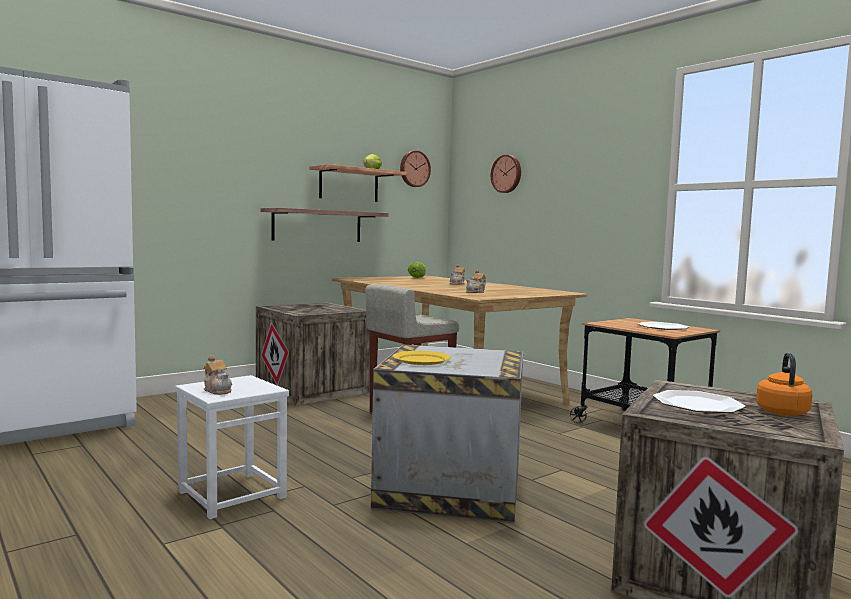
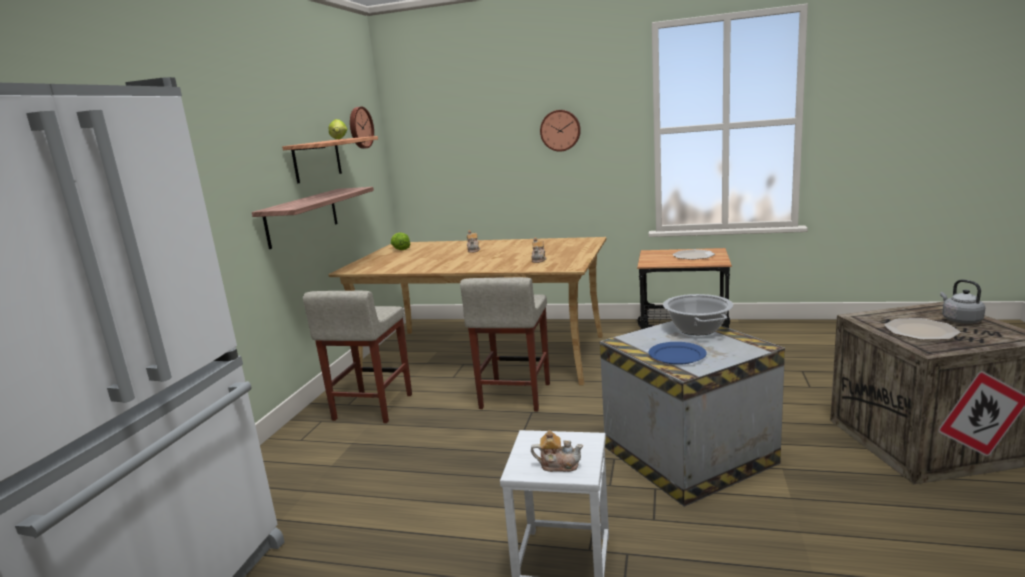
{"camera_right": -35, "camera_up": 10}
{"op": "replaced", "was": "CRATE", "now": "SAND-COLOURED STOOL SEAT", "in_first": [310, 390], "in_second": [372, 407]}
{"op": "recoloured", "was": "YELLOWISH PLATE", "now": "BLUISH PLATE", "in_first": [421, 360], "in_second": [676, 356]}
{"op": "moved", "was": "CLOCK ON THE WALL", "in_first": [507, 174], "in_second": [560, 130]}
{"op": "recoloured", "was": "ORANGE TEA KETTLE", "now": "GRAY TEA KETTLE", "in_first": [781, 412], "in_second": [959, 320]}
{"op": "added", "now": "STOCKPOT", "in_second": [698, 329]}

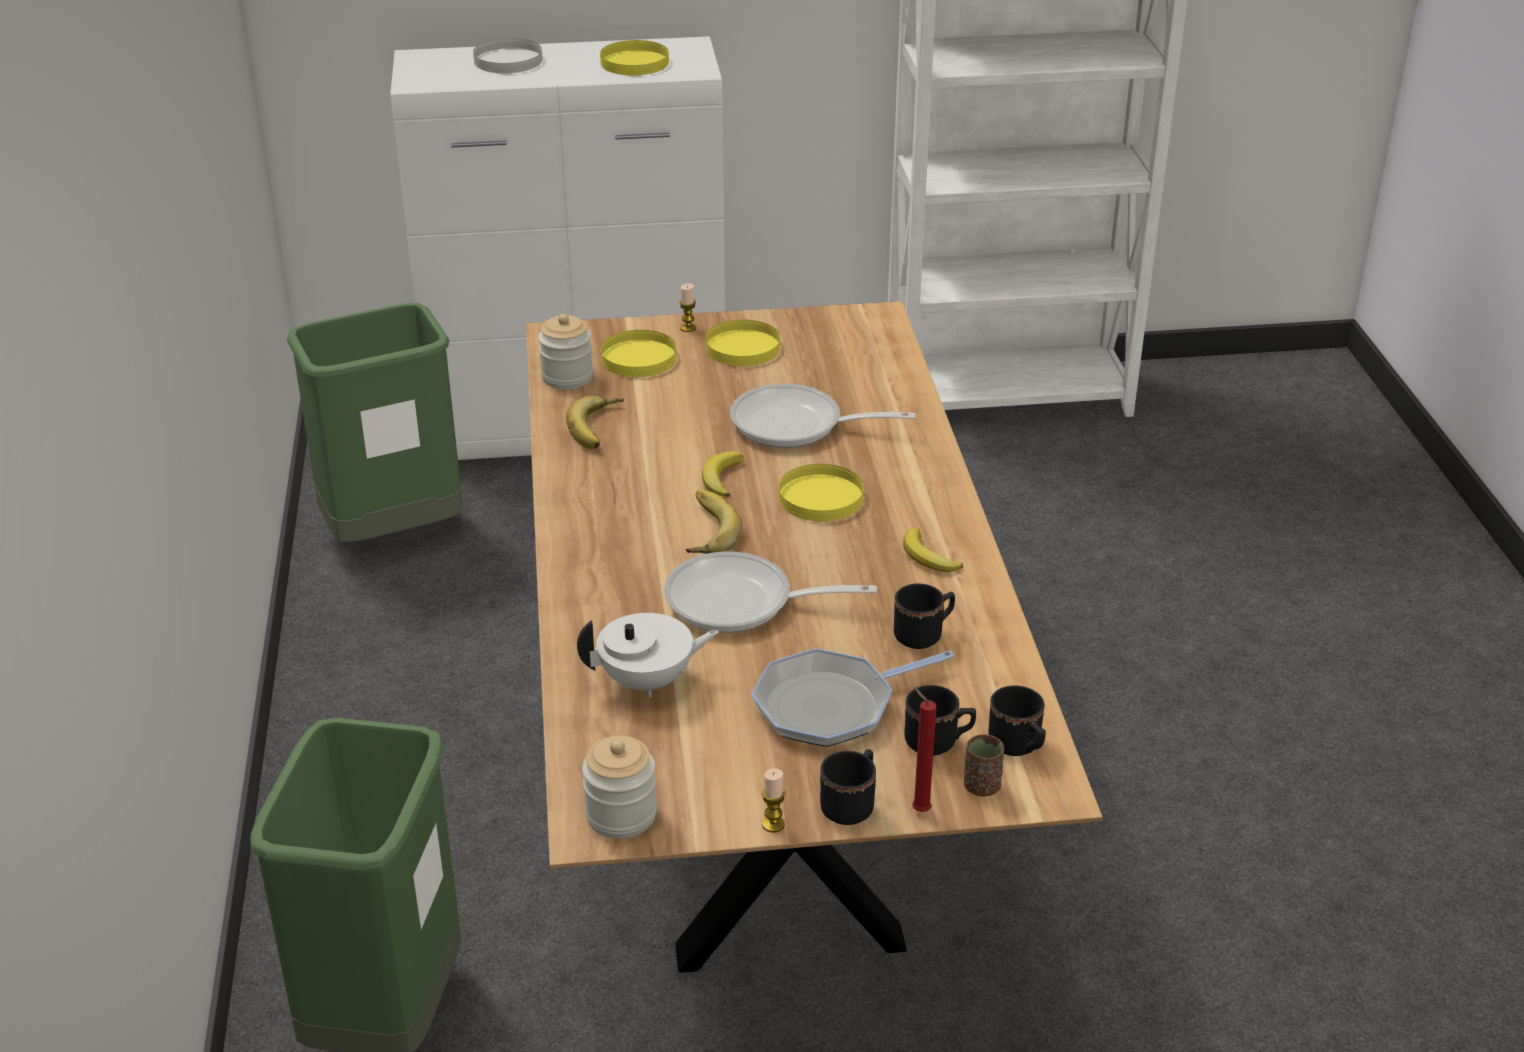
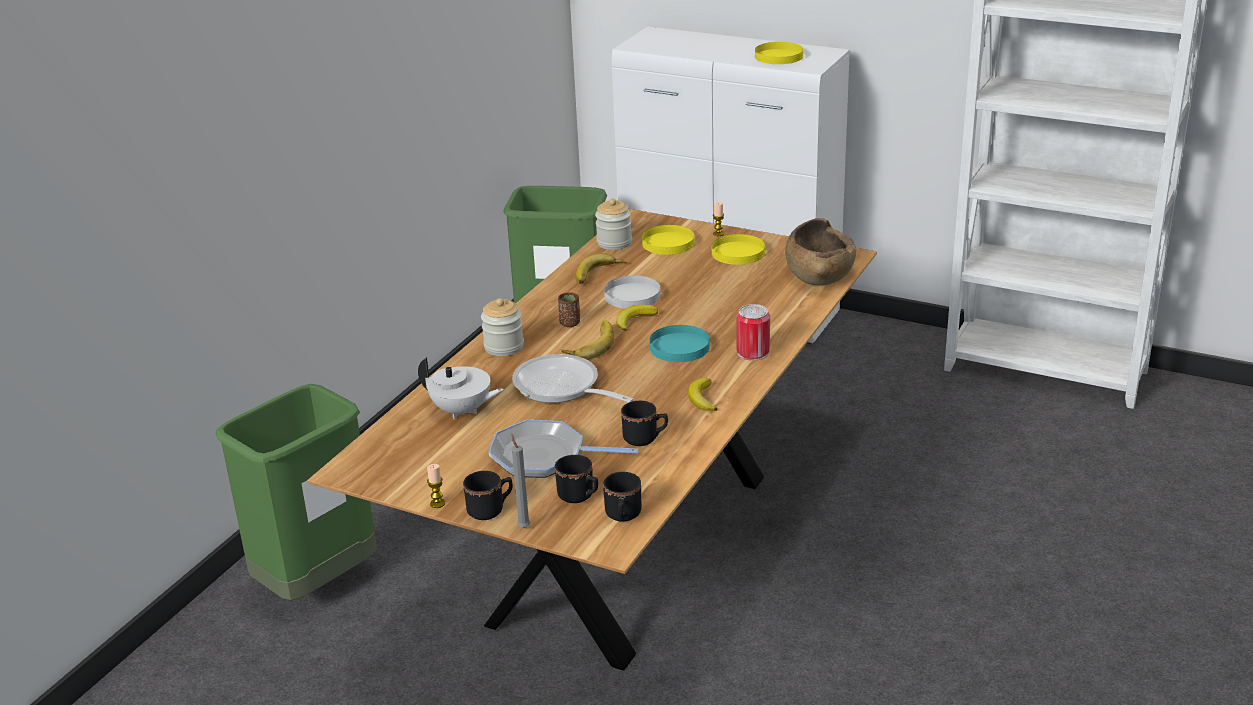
{"camera_right": 35, "camera_up": -5}
{"op": "moved", "was": "WHITISH PLATE", "in_first": [508, 60], "in_second": [632, 296]}
{"op": "moved", "was": "STORAGE JAR", "in_first": [621, 815], "in_second": [504, 347]}
{"op": "removed", "was": "PAN", "in_first": [796, 425]}
{"op": "recoloured", "was": "YELLOWISH PLATE", "now": "BLUE-GREEN PLATE", "in_first": [821, 497], "in_second": [680, 347]}
{"op": "recoloured", "was": "REDDISH CANDLE", "now": "GRAY CANDLE", "in_first": [918, 810], "in_second": [523, 526]}
{"op": "moved", "was": "BROWN DRINKING CUP", "in_first": [981, 787], "in_second": [570, 323]}
{"op": "added", "now": "SEALED CAN", "in_second": [753, 352]}
{"op": "added", "now": "BROWN DEEP DISH", "in_second": [819, 273]}

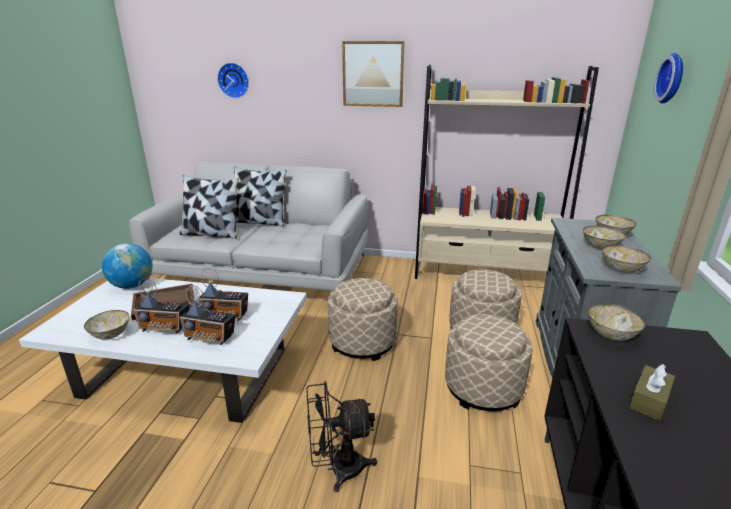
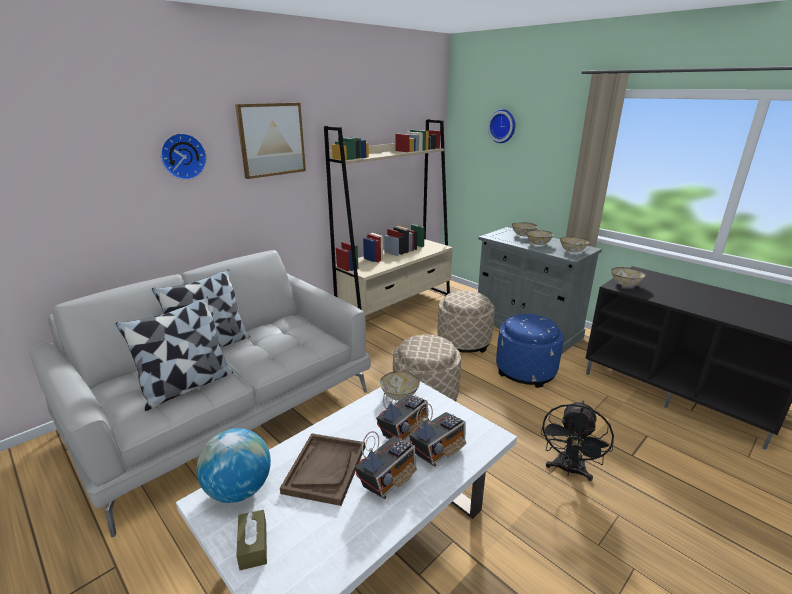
{"camera_right": -55, "camera_up": 0}
{"op": "moved", "was": "DEEP DISH", "in_first": [110, 335], "in_second": [400, 395]}
{"op": "moved", "was": "CLOCK ON THE WALL", "in_first": [234, 80], "in_second": [182, 156]}
{"op": "recoloured", "was": "SAND-COLOURED FOOTREST", "now": "BLUISH FOOTREST", "in_first": [483, 388], "in_second": [525, 371]}
{"op": "moved", "was": "BROWN TISSUE BOX", "in_first": [649, 400], "in_second": [253, 545]}

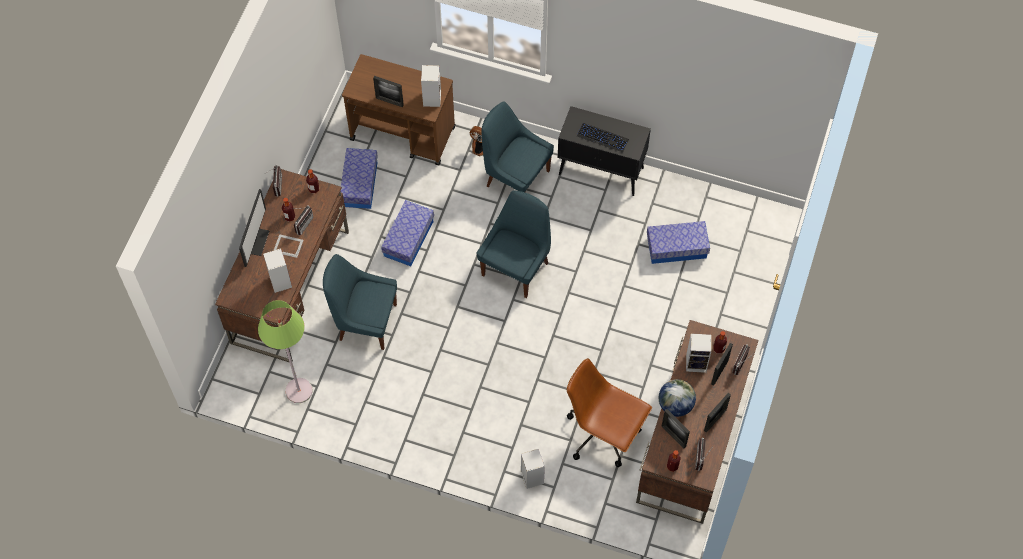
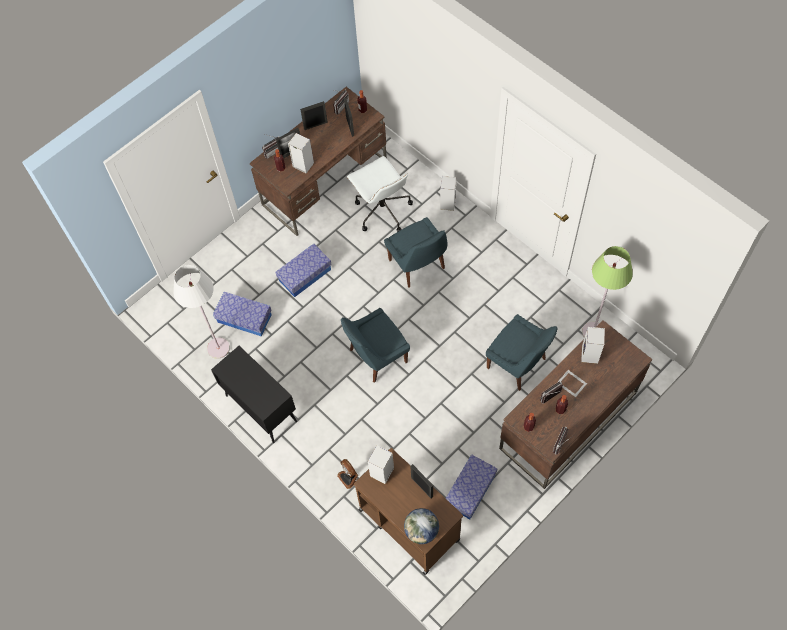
{"camera_right": -150, "camera_up": 0}
{"op": "removed", "was": "COMPUTER DISPLAY", "in_first": [256, 241]}
{"op": "moved", "was": "STORAGE BIN", "in_first": [408, 238], "in_second": [305, 275]}
{"op": "moved", "was": "BLUISH UPRIGHT CHAIR", "in_first": [515, 177], "in_second": [418, 265]}
{"op": "recoloured", "was": "BROWN OFFICE CHAIR", "now": "WHITISH OFFICE CHAIR", "in_first": [603, 434], "in_second": [382, 210]}
{"op": "removed", "was": "PC KEYBOARD", "in_first": [602, 138]}
{"op": "moved", "was": "WORLD GLOBE", "in_first": [675, 405], "in_second": [421, 531]}
{"op": "added", "now": "WHITISH FLOOR LAMP", "in_second": [218, 348]}

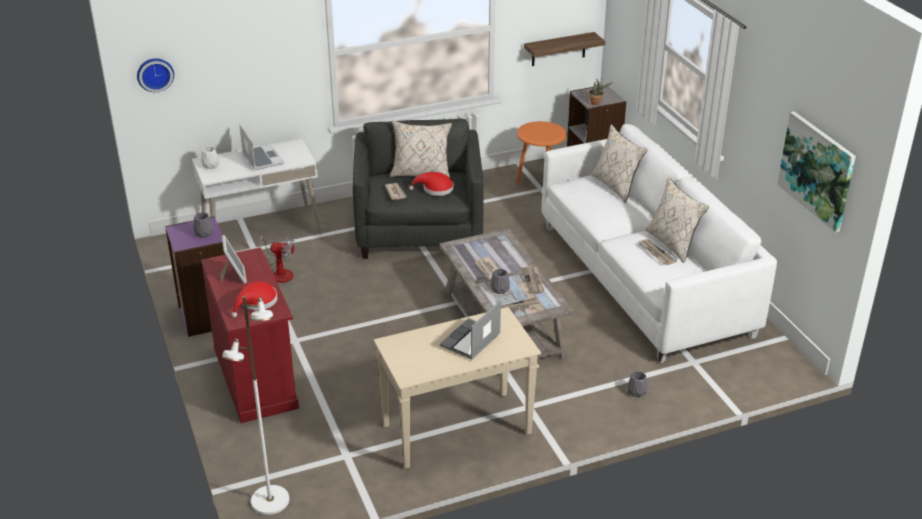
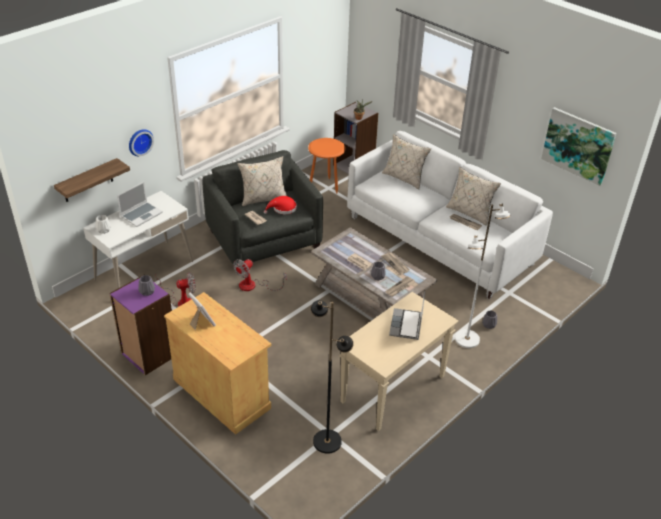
{"camera_right": -25, "camera_up": 5}
{"op": "moved", "was": "CLOCK ON THE WALL", "in_first": [155, 74], "in_second": [139, 141]}
{"op": "recoloured", "was": "REDDISH CUPBOARD", "now": "SAND-COLOURED CUPBOARD", "in_first": [256, 377], "in_second": [222, 393]}
{"op": "moved", "was": "WHITISH FLOOR LAMP", "in_first": [270, 501], "in_second": [467, 339]}
{"op": "removed", "was": "REDDISH HAT", "in_first": [256, 302]}
{"op": "turned", "was": "NOTEBOOK COMPUTER", "in_first": [262, 158], "in_second": [141, 214], "clockwise": 90}
{"op": "moved", "was": "SHELF", "in_first": [558, 49], "in_second": [88, 181]}
{"op": "added", "now": "FAN", "in_second": [253, 286]}
{"op": "added", "now": "BLACK FLOOR LAMP", "in_second": [327, 441]}

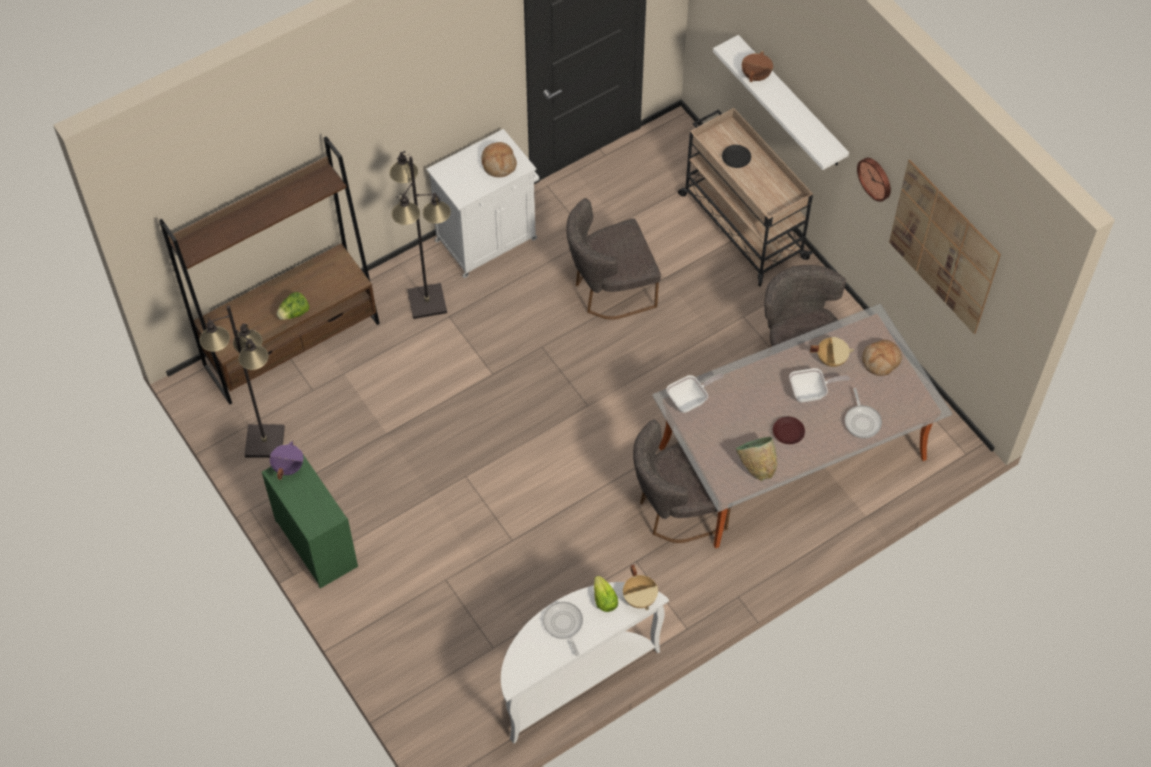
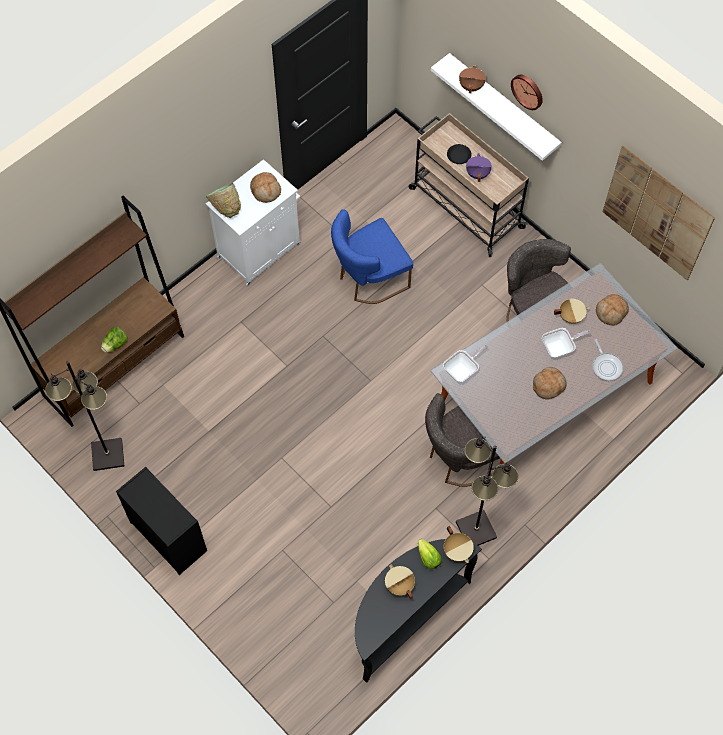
{"camera_right": -10, "camera_up": 5}
{"op": "recoloured", "was": "GREEN CHEST OF DRAWERS", "now": "BLACK CHEST OF DRAWERS", "in_first": [315, 542], "in_second": [167, 535]}
{"op": "moved", "was": "PURPLE STOCKPOT", "in_first": [287, 467], "in_second": [477, 174]}
{"op": "moved", "was": "BLACK FLOOR LAMP", "in_first": [427, 301], "in_second": [476, 529]}
{"op": "recoloured", "was": "WHITISH HALL TABLE", "now": "BLACK HALL TABLE", "in_first": [574, 678], "in_second": [405, 617]}
{"op": "replaced", "was": "PAN", "now": "SAND-COLOURED STOCKPOT", "in_first": [563, 625], "in_second": [399, 585]}
{"op": "recoloured", "was": "GRAY UPRIGHT CHAIR", "now": "BLUISH UPRIGHT CHAIR", "in_first": [609, 290], "in_second": [368, 279]}
{"op": "moved", "was": "GREEN DEEP DISH", "in_first": [756, 466], "in_second": [226, 208]}
{"op": "replaced", "was": "BROWN PLATE", "now": "BAKED BREAD", "in_first": [788, 432], "in_second": [548, 385]}
{"op": "moved", "was": "CLOCK ON THE WALL", "in_first": [876, 178], "in_second": [528, 91]}

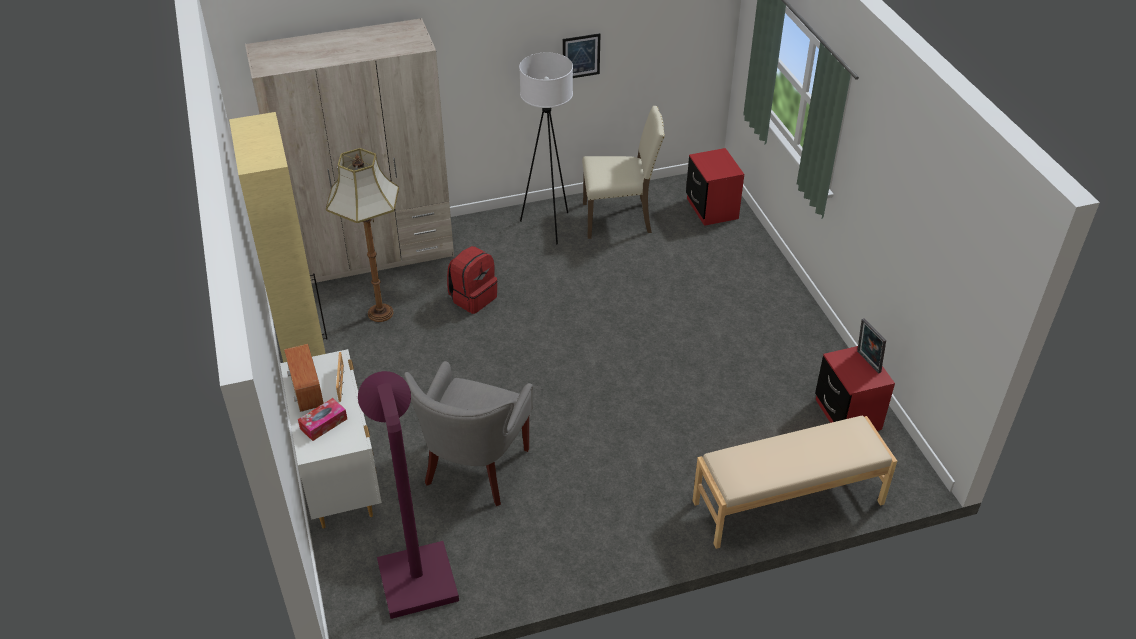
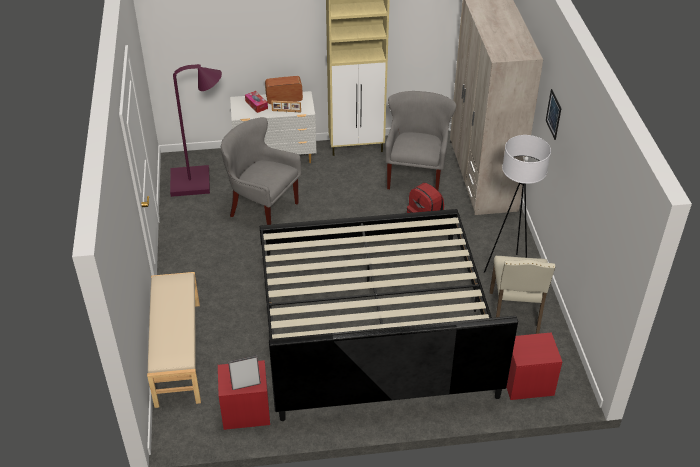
{"camera_right": 100, "camera_up": 0}
{"op": "replaced", "was": "FLOOR LAMP", "now": "GRAY ARMCHAIR", "in_first": [379, 313], "in_second": [416, 176]}
{"op": "moved", "was": "PICTURE", "in_first": [581, 56], "in_second": [553, 114]}
{"op": "added", "now": "BEDROOM BED", "in_second": [374, 321]}

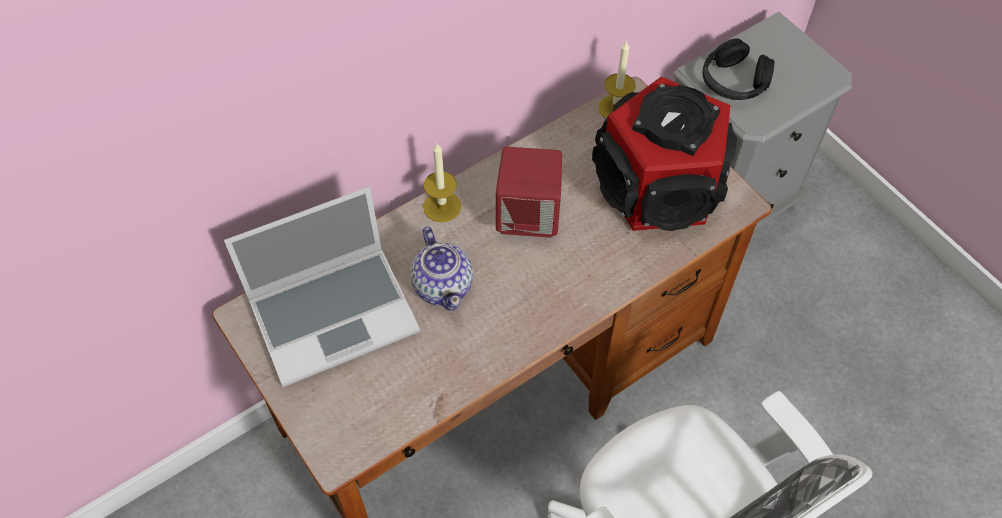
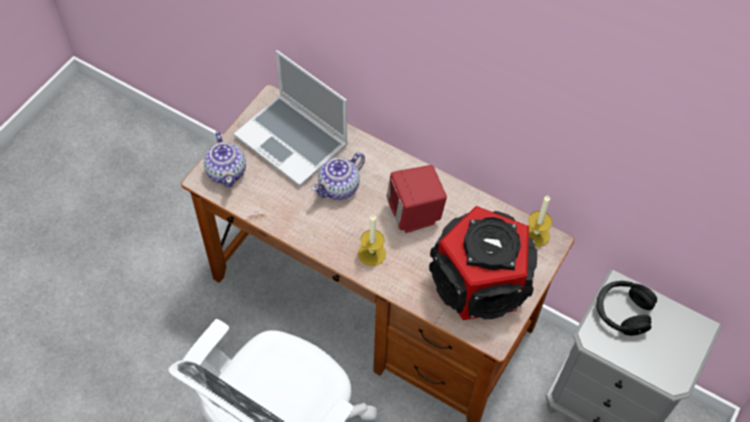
{"camera_right": 65, "camera_up": 0}
{"op": "moved", "was": "CANDLE", "in_first": [442, 206], "in_second": [372, 253]}
{"op": "added", "now": "TEA POT", "in_second": [227, 171]}

